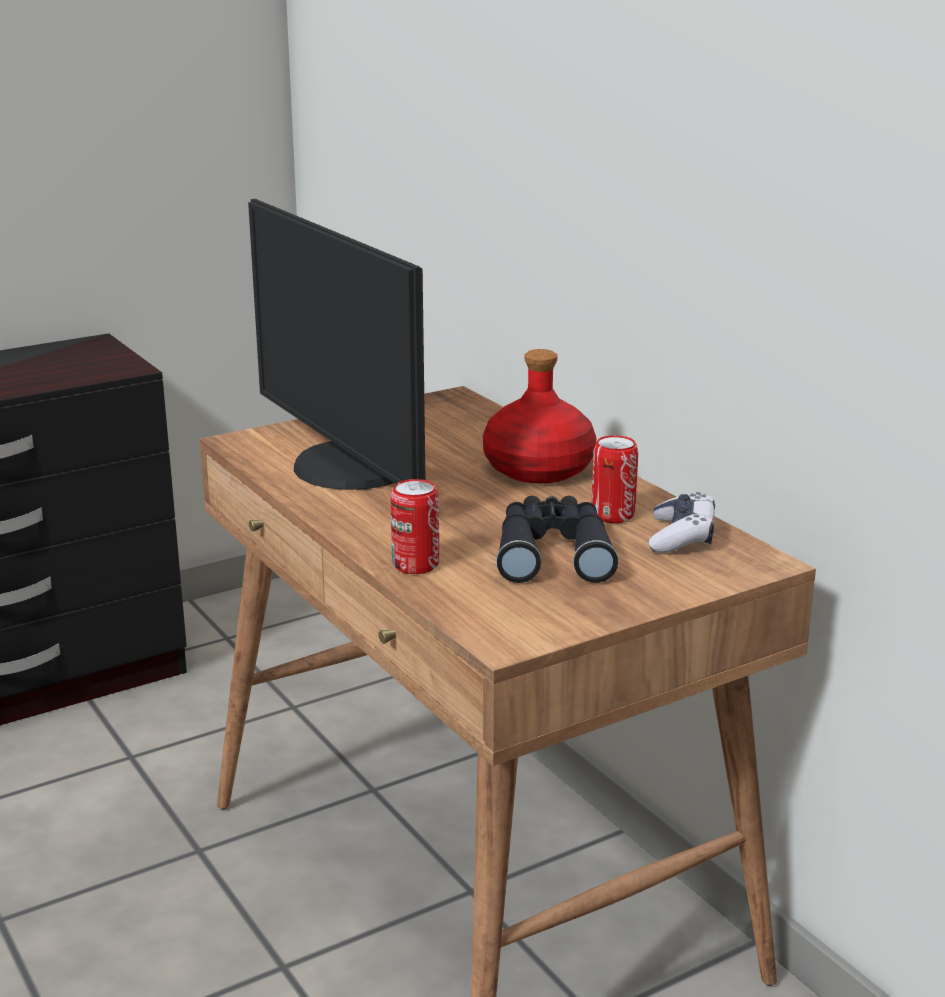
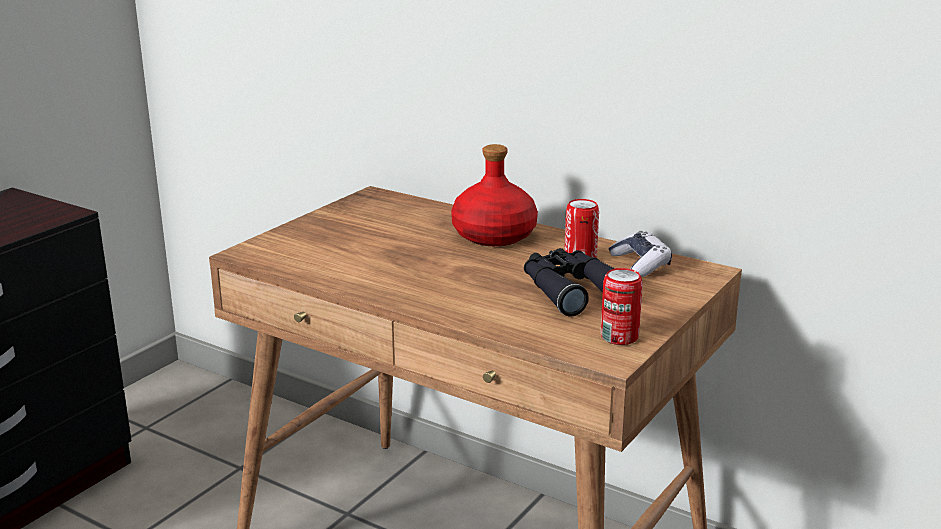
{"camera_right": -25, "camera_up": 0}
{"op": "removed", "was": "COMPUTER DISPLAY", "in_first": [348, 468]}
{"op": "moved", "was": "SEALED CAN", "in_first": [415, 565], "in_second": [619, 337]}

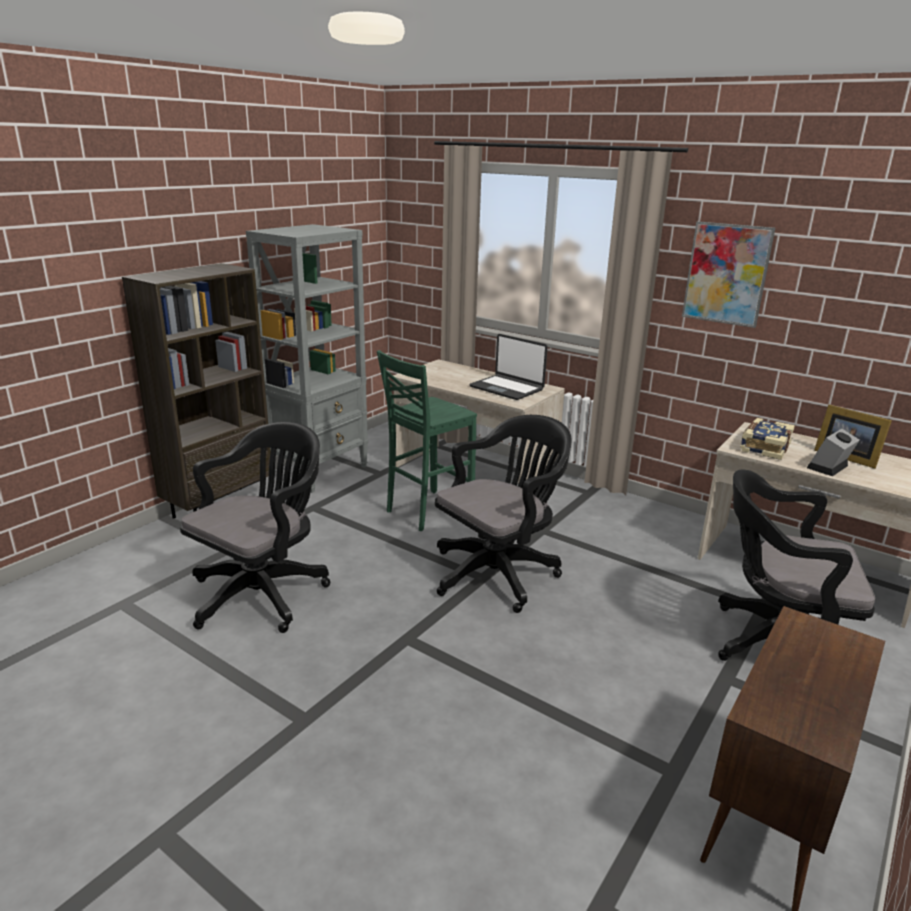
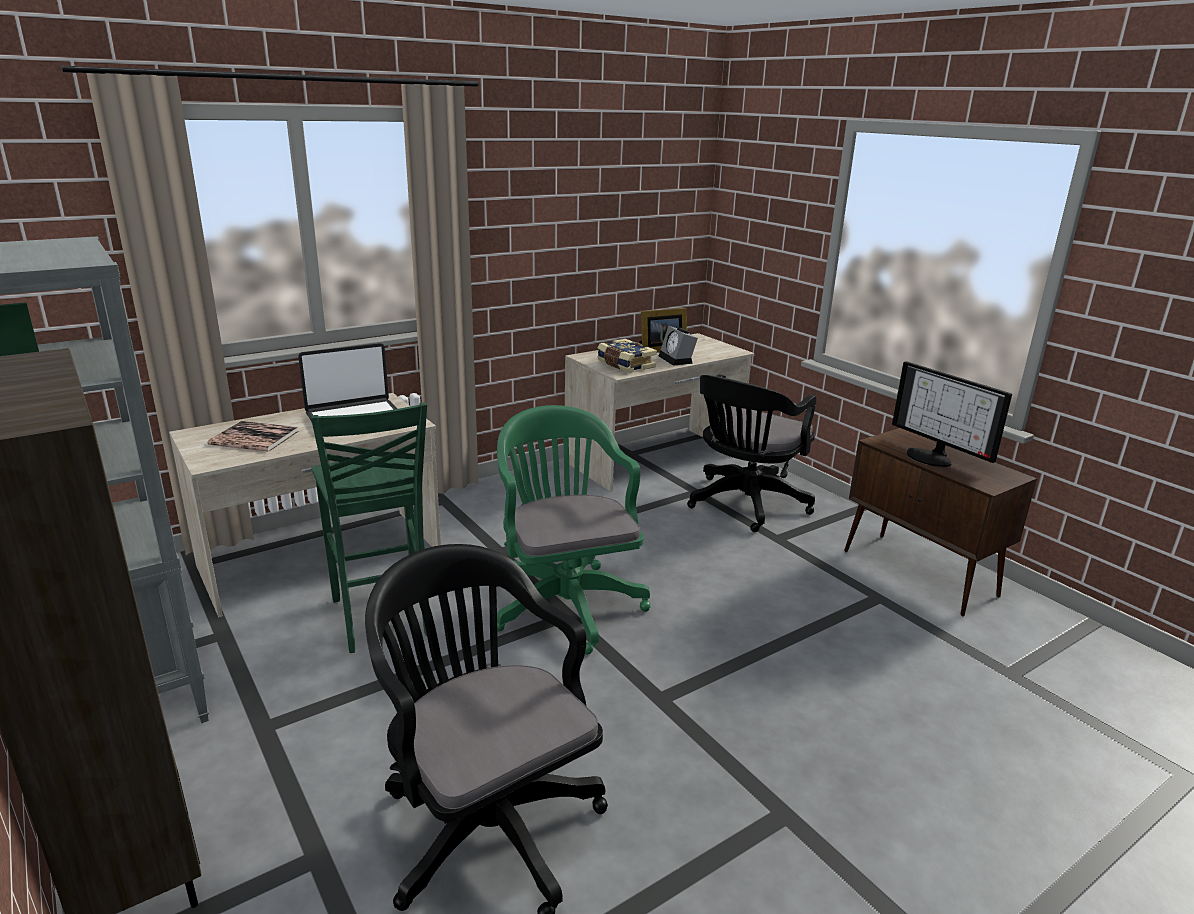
{"camera_right": -70, "camera_up": 0}
{"op": "recoloured", "was": "BLACK OFFICE CHAIR", "now": "GREEN OFFICE CHAIR", "in_first": [499, 572], "in_second": [565, 601]}
{"op": "removed", "was": "PICTURE", "in_first": [726, 274]}
{"op": "added", "now": "VOLUME", "in_second": [254, 438]}
{"op": "added", "now": "COMPUTER DISPLAY", "in_second": [932, 457]}

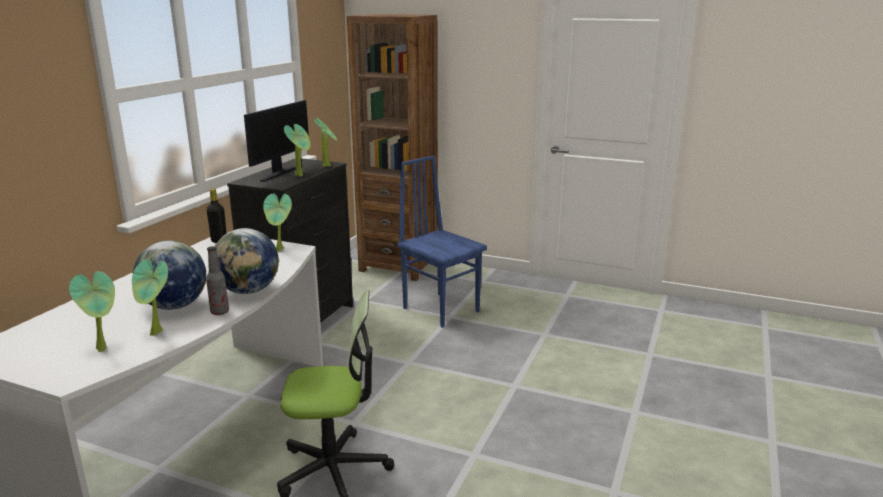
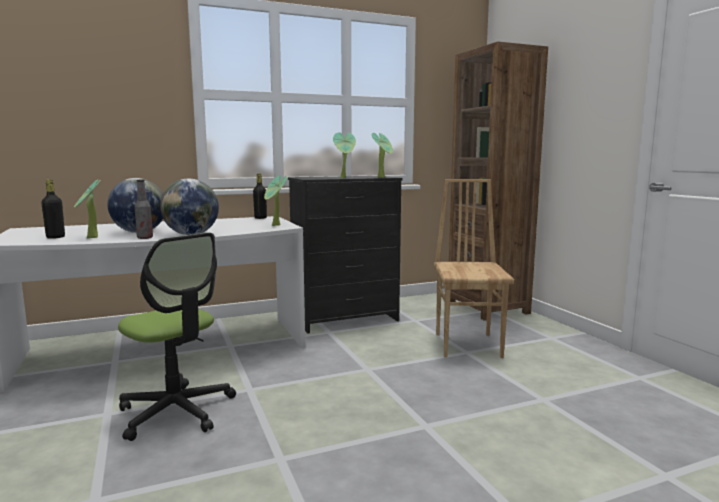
{"camera_right": 45, "camera_up": -10}
{"op": "replaced", "was": "HOUSEPLANT", "now": "BLACK BOTTLE", "in_first": [104, 348], "in_second": [55, 237]}
{"op": "removed", "was": "COMPUTER DISPLAY", "in_first": [280, 173]}
{"op": "recoloured", "was": "BLUISH UPRIGHT CHAIR", "now": "BROWN UPRIGHT CHAIR", "in_first": [441, 309], "in_second": [469, 345]}

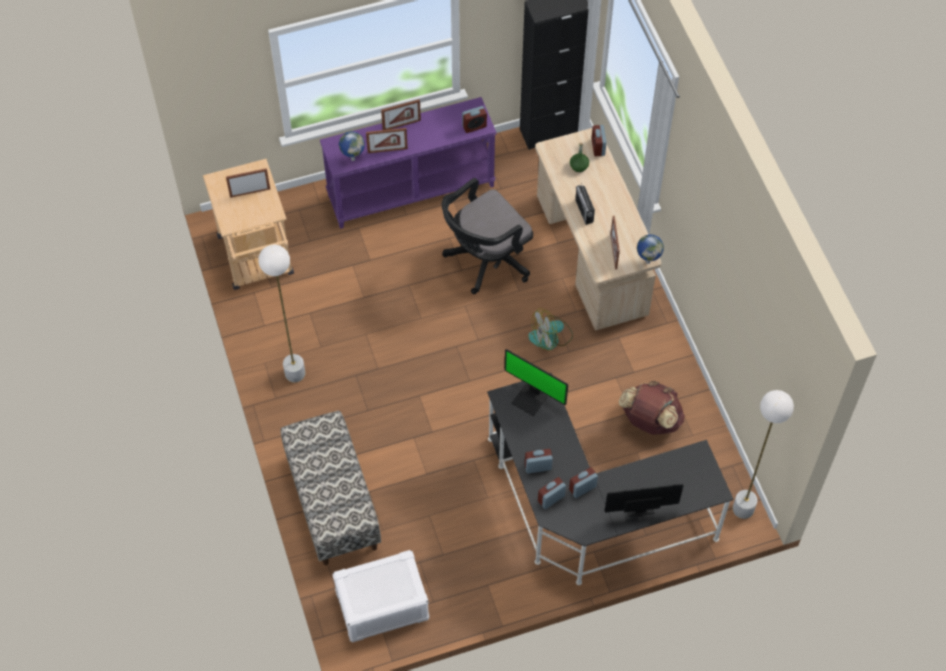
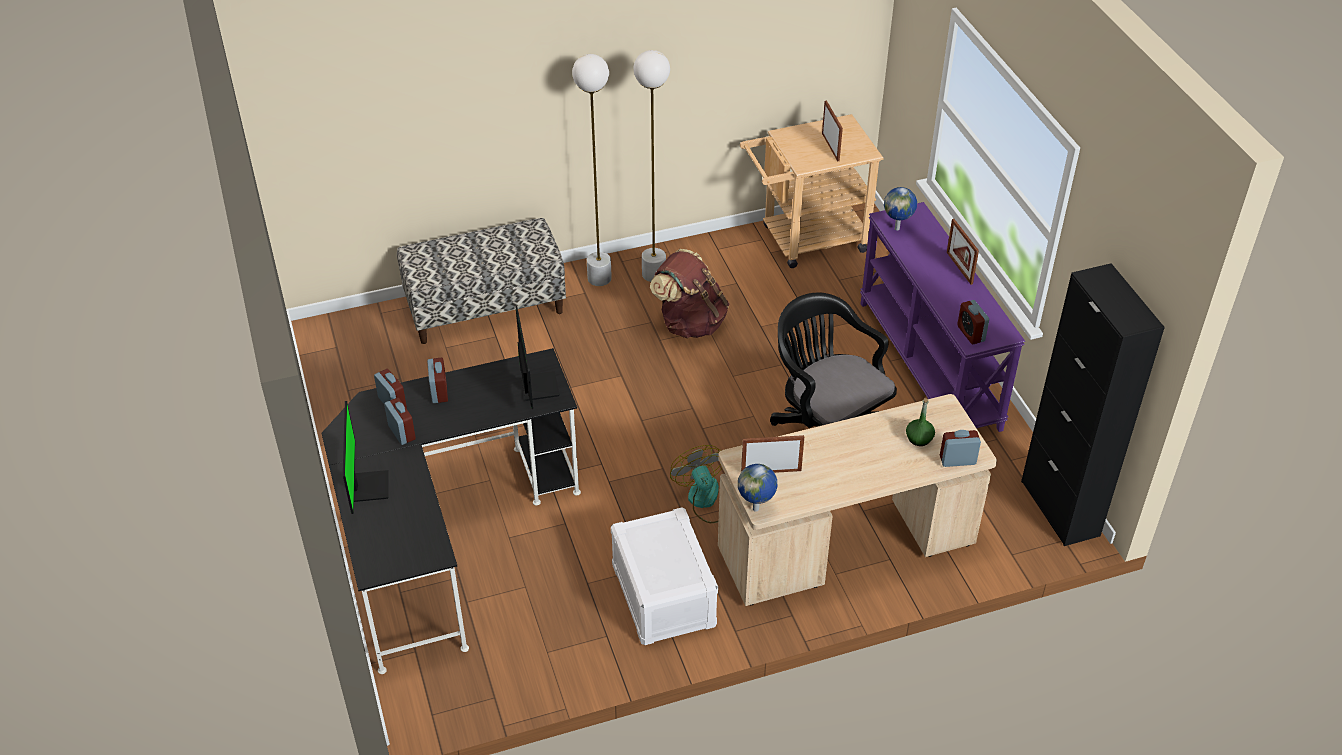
{"camera_right": 90, "camera_up": -15}
{"op": "moved", "was": "WHITISH STORAGE BIN", "in_first": [382, 606], "in_second": [662, 595]}
{"op": "removed", "was": "PHOTO FRAME", "in_first": [387, 150]}
{"op": "turned", "was": "COMPUTER DISPLAY", "in_first": [530, 399], "in_second": [537, 386], "clockwise": 135}
{"op": "removed", "was": "RADIO SET", "in_first": [584, 211]}
{"op": "moved", "was": "BROWN RUCKSACK", "in_first": [649, 420], "in_second": [690, 323]}
{"op": "moved", "was": "WHITISH FLOOR LAMP", "in_first": [743, 509], "in_second": [599, 278]}

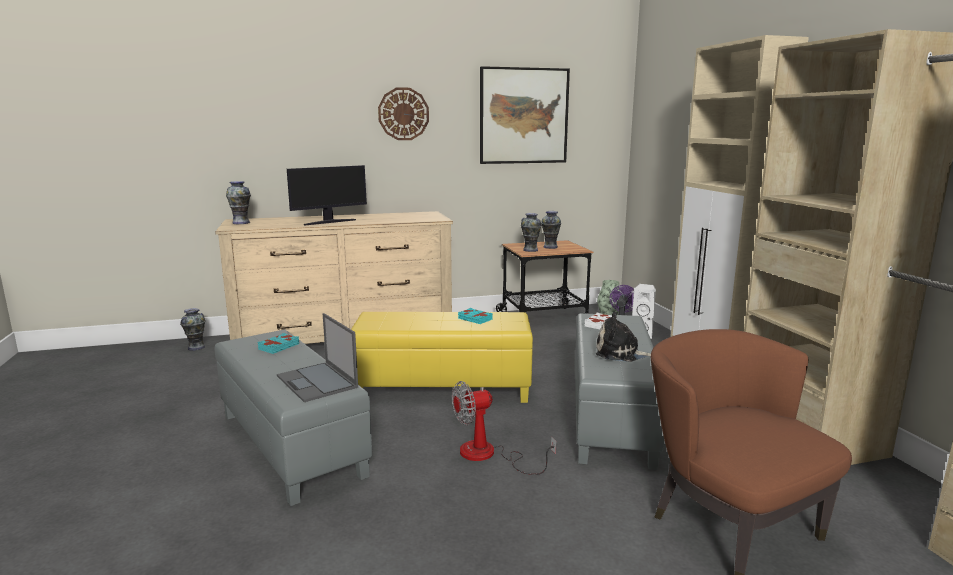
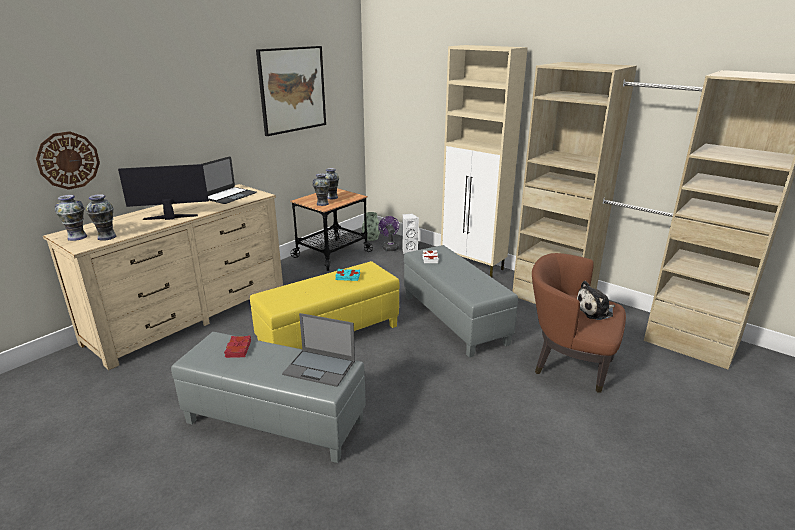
{"camera_right": -35, "camera_up": 10}
{"op": "moved", "was": "VASE", "in_first": [196, 347], "in_second": [107, 237]}
{"op": "recoloured", "was": "BLUE-GREEN VOLUME", "now": "REDDISH VOLUME", "in_first": [278, 346], "in_second": [238, 349]}
{"op": "turned", "was": "COMPUTER DISPLAY", "in_first": [329, 222], "in_second": [170, 218], "clockwise": -120}
{"op": "moved", "was": "CLOCK ON THE WALL", "in_first": [403, 114], "in_second": [68, 160]}
{"op": "removed", "was": "FAN", "in_first": [489, 455]}
{"op": "moved", "was": "SOFT TOY", "in_first": [620, 353], "in_second": [595, 311]}
{"op": "added", "now": "NOTEBOOK COMPUTER", "in_second": [229, 195]}

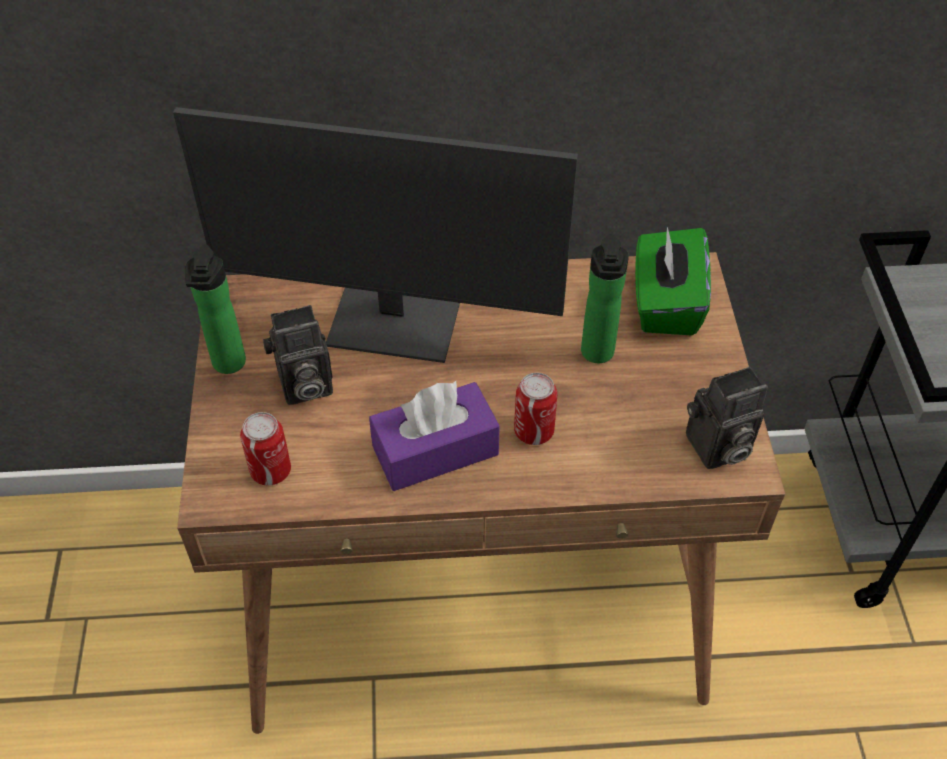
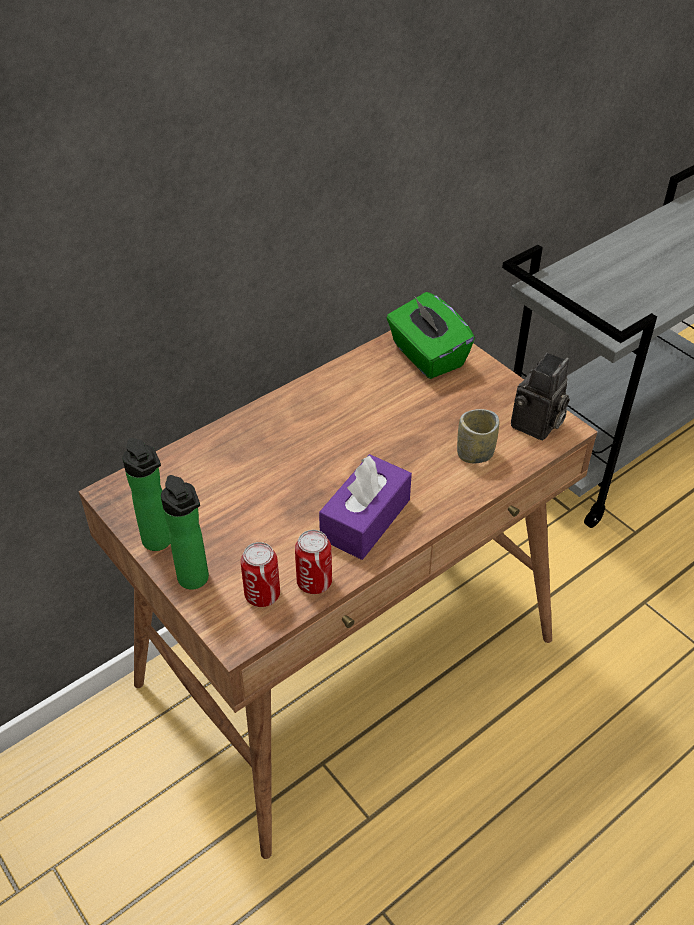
{"camera_right": -35, "camera_up": -5}
{"op": "removed", "was": "COMPUTER DISPLAY", "in_first": [395, 322]}
{"op": "removed", "was": "STILL CAMERA", "in_first": [303, 387]}
{"op": "moved", "was": "SEALED CAN", "in_first": [534, 431], "in_second": [314, 582]}
{"op": "moved", "was": "BOTTLE", "in_first": [597, 355], "in_second": [195, 581]}
{"op": "added", "now": "DRINKING CUP", "in_second": [475, 453]}

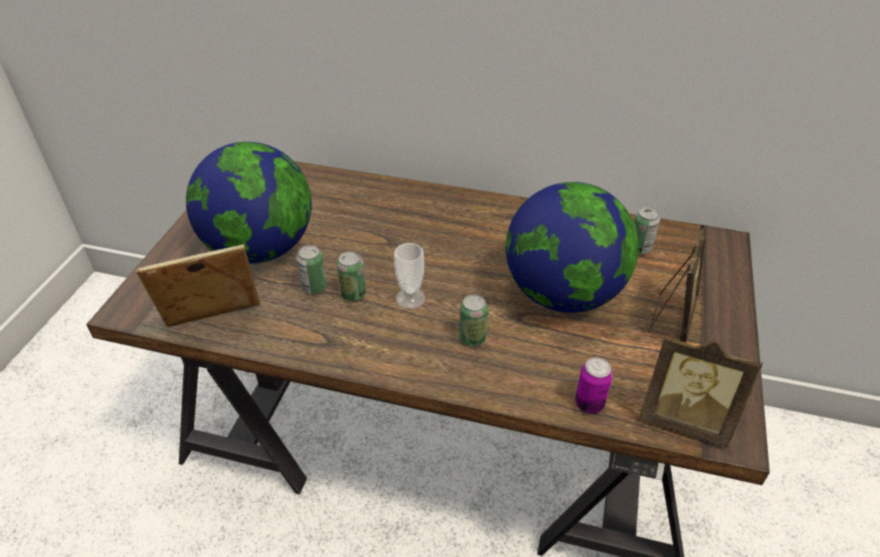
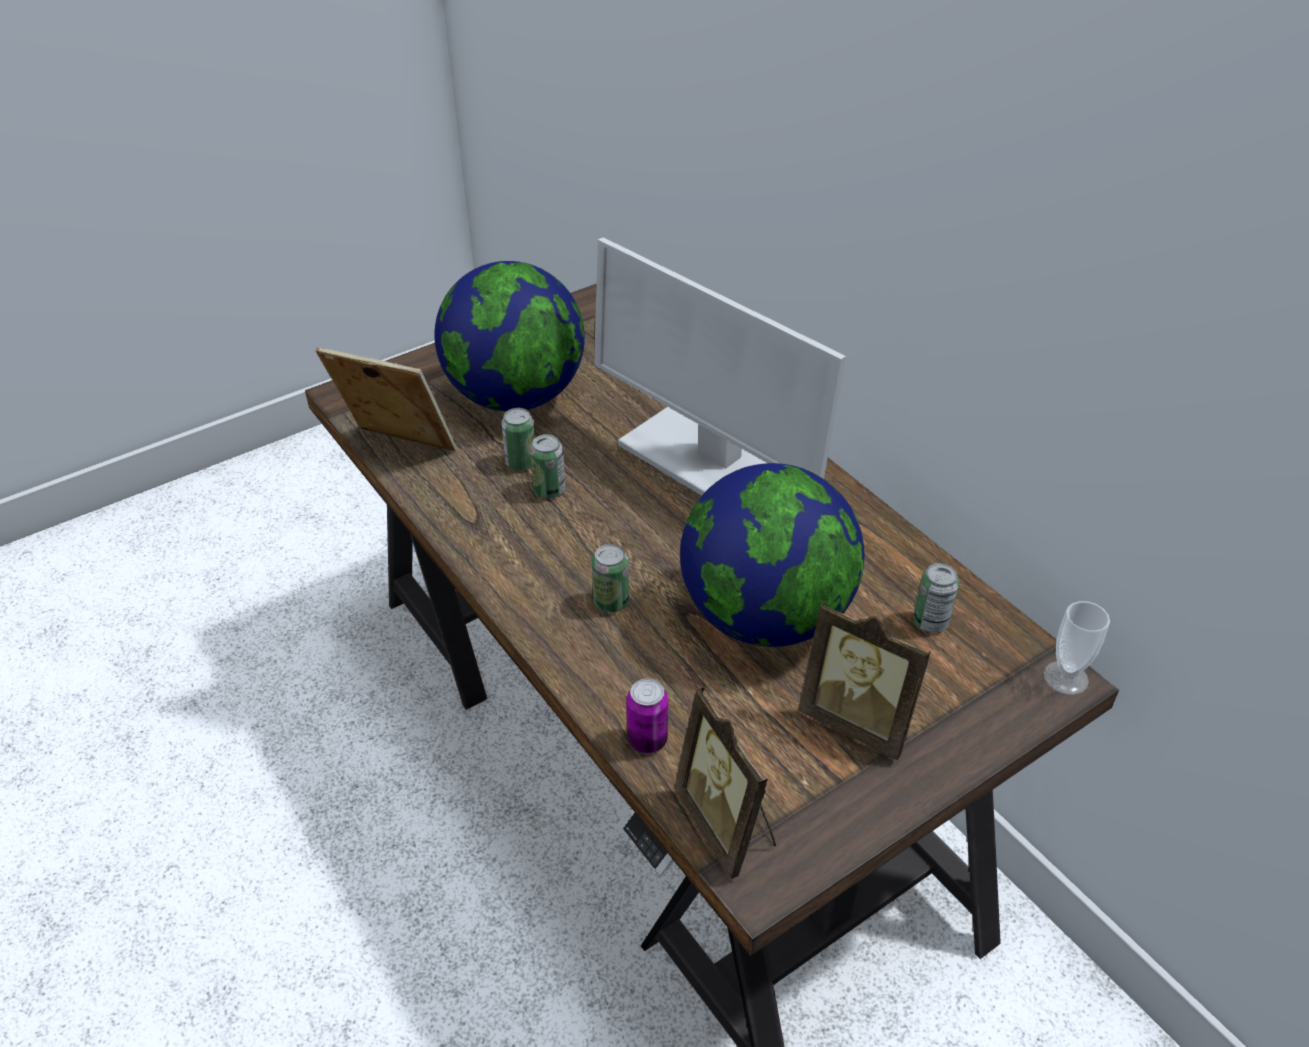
{"camera_right": 40, "camera_up": 0}
{"op": "moved", "was": "DRINKING CUP", "in_first": [410, 298], "in_second": [1065, 678]}
{"op": "turned", "was": "PHOTO FRAME", "in_first": [671, 319], "in_second": [858, 721], "clockwise": 60}
{"op": "added", "now": "COMPUTER DISPLAY", "in_second": [711, 464]}

